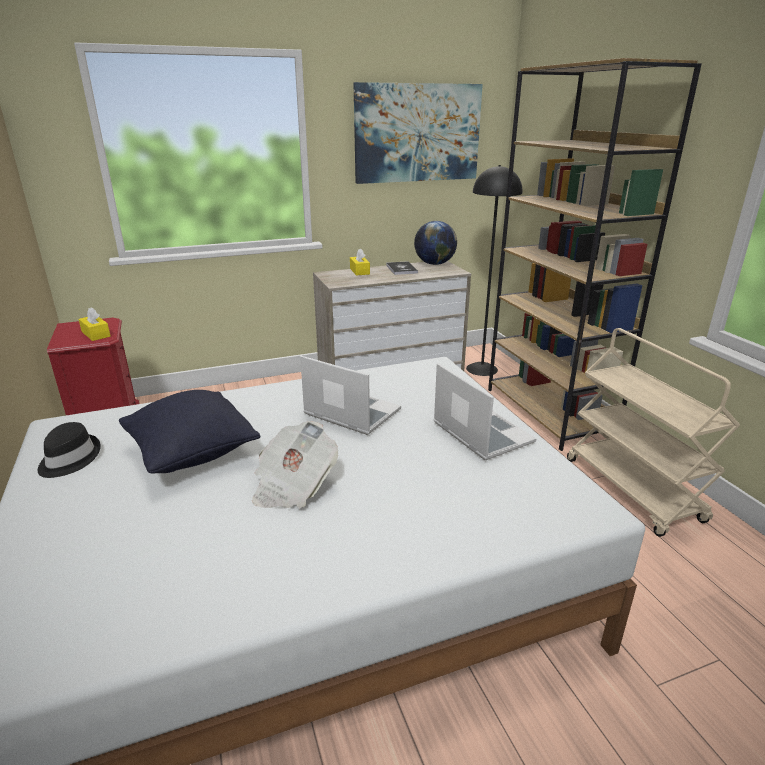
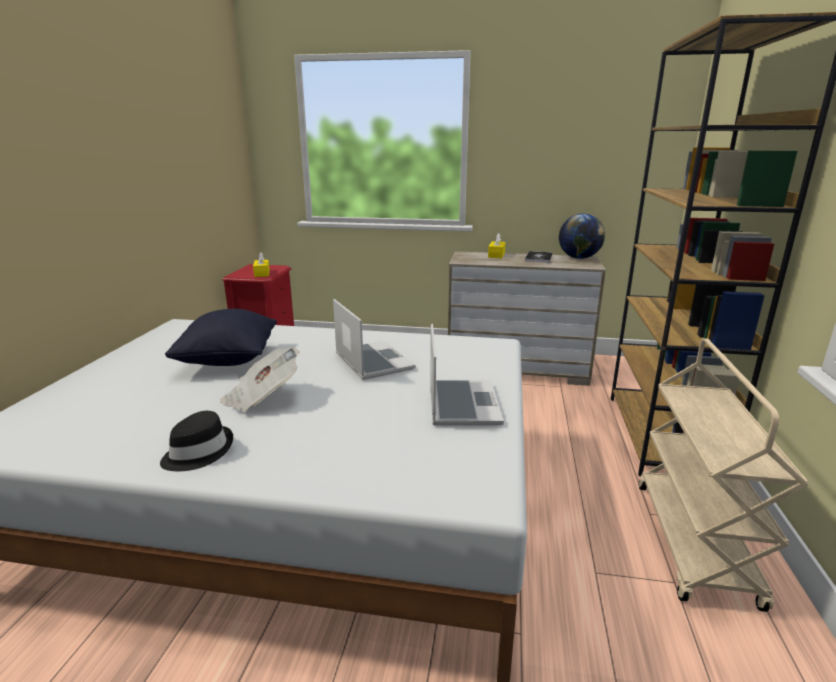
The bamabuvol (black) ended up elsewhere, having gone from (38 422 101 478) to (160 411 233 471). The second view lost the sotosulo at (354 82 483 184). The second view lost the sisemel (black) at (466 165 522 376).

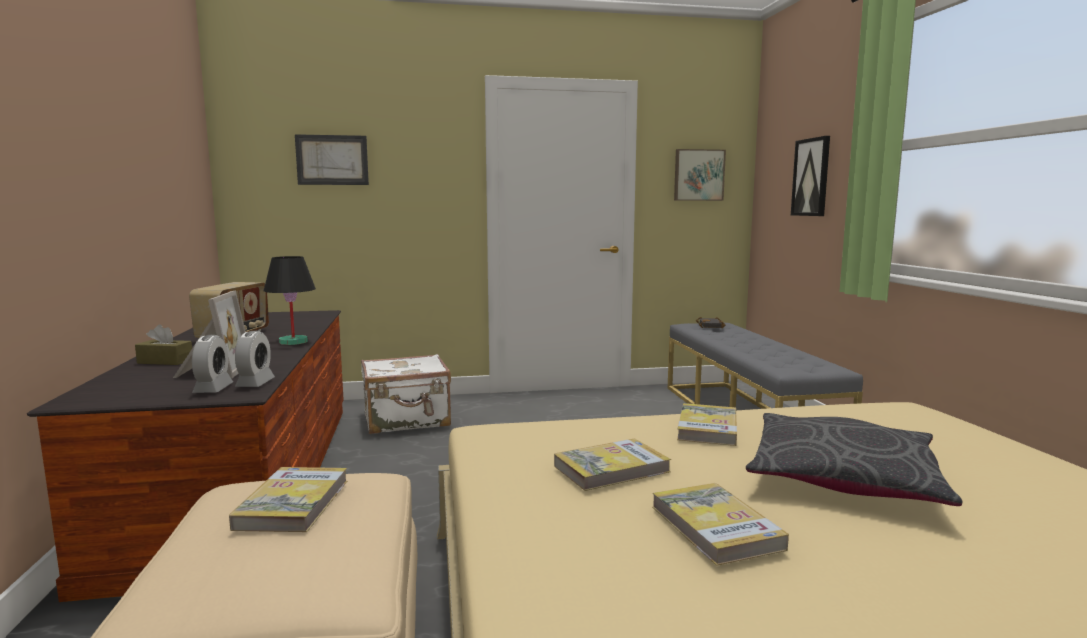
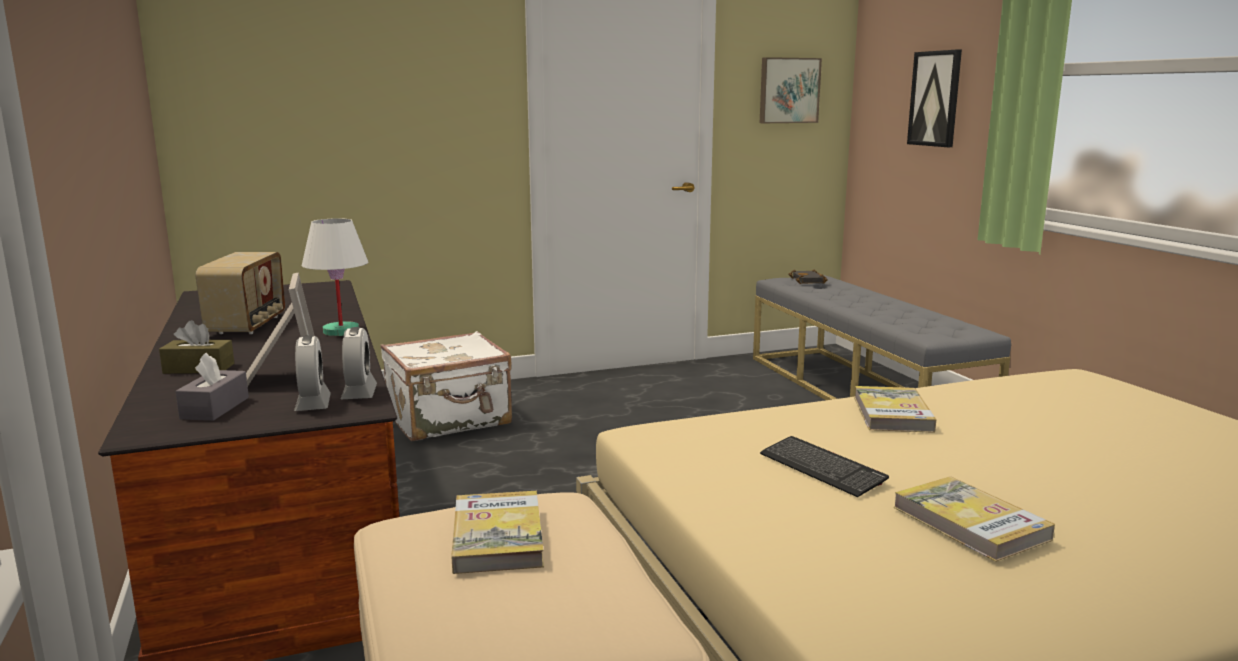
What was the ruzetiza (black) at (264 256 316 345) turned into the ruzetiza (white) at (302 218 368 336). The second view lost the sotosulo at (295 134 369 185). Where the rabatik stood at (554 439 671 491), the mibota came to stand at (760 436 889 497). The second view lost the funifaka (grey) at (746 413 962 506). The second view gained the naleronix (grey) at (175 353 249 421).

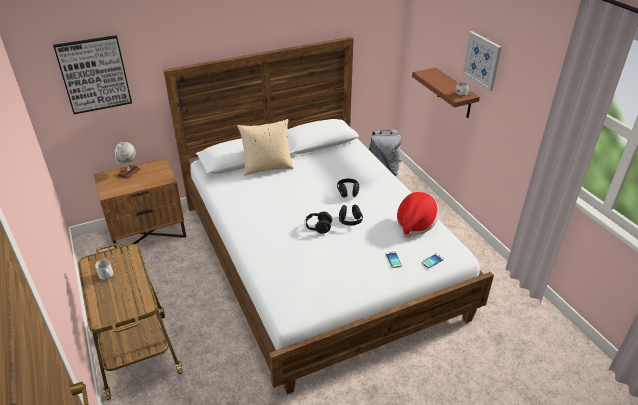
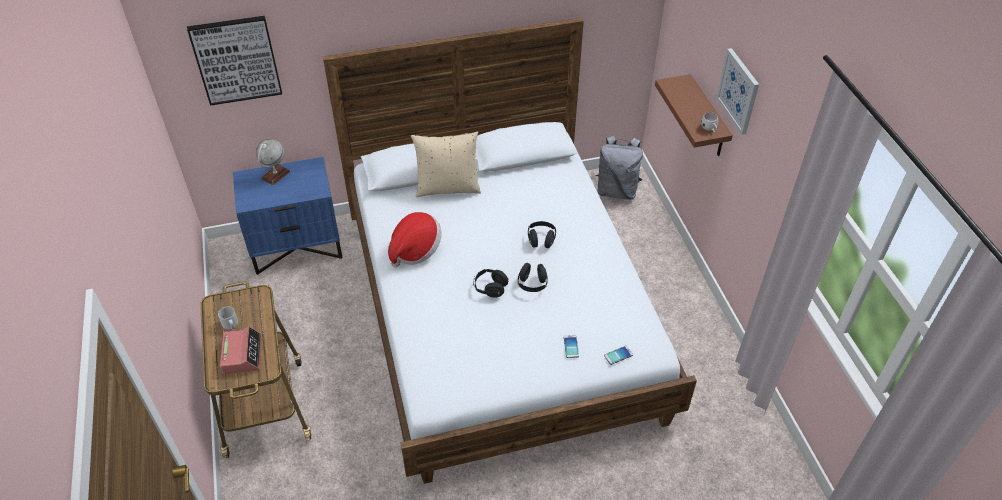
What was the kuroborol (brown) at (93 157 186 248) turned into the kuroborol (blue) at (233 157 343 275). The bamabuvol ended up elsewhere, having gone from (397 192 439 238) to (388 212 442 267). The second view gained the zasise at (220 327 262 374).

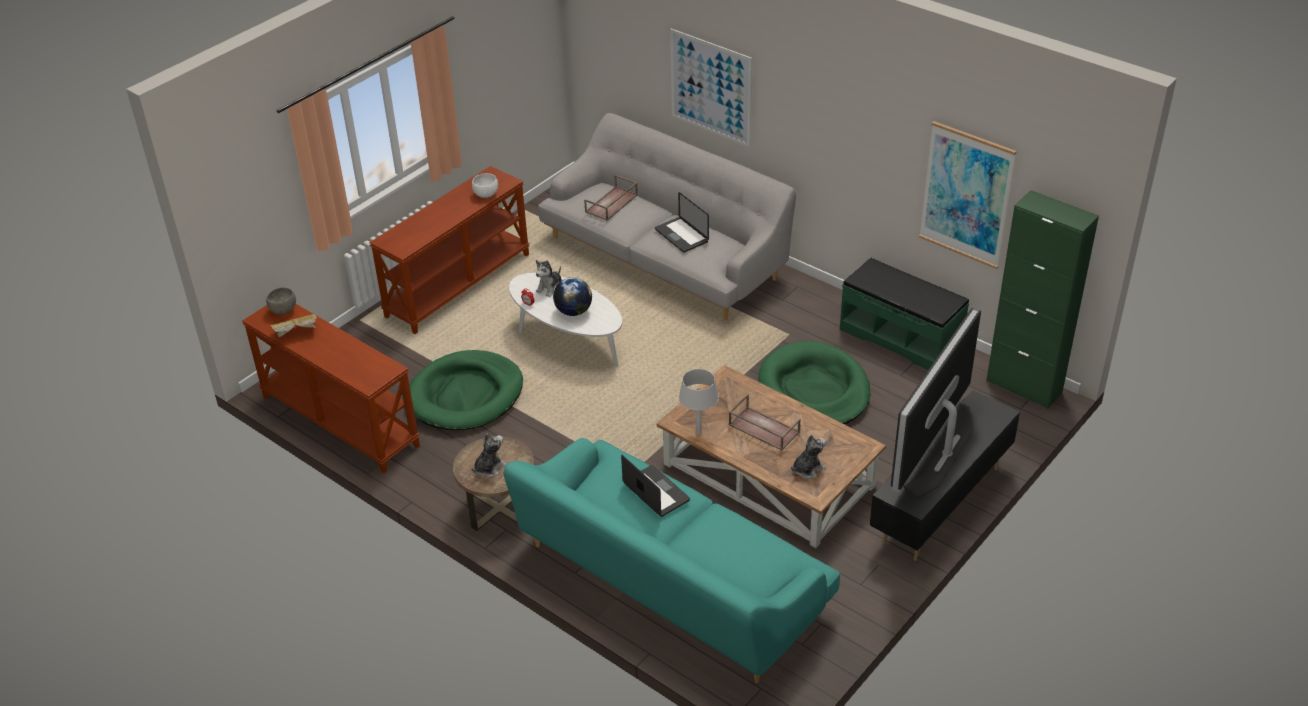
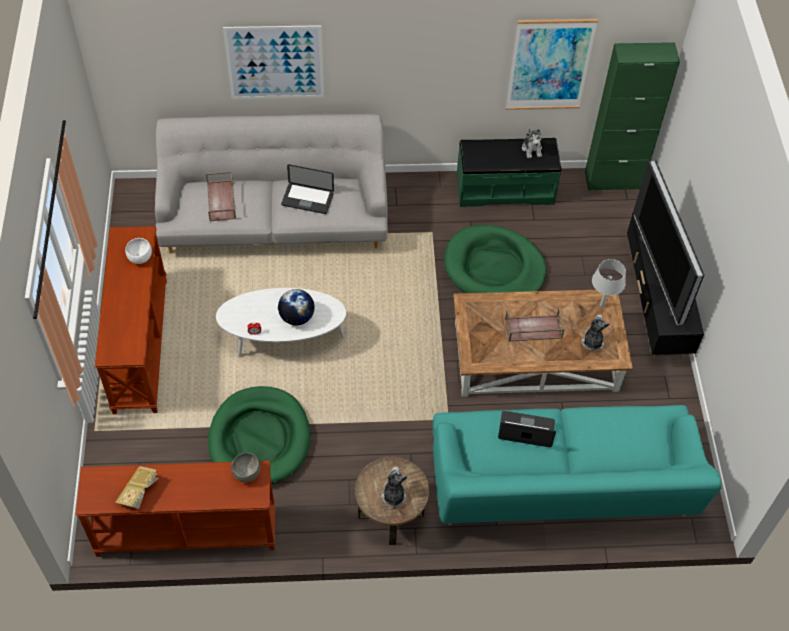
The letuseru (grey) ended up elsewhere, having gone from (266 287 296 315) to (231 453 261 483). The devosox ended up elsewhere, having gone from (536 260 562 297) to (522 128 542 158). The ruzetiza (grey) ended up elsewhere, having gone from (679 369 719 435) to (592 259 626 307).

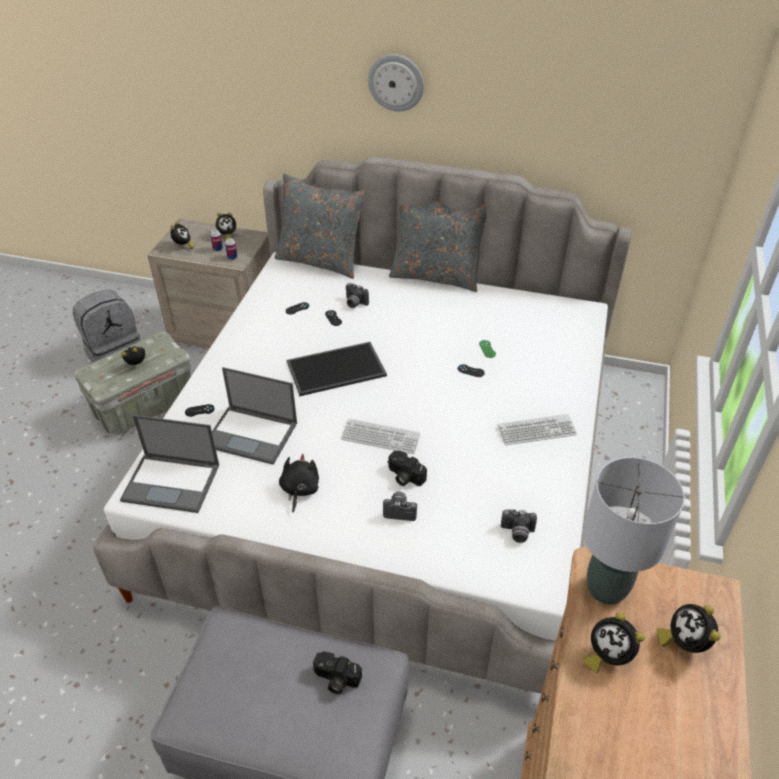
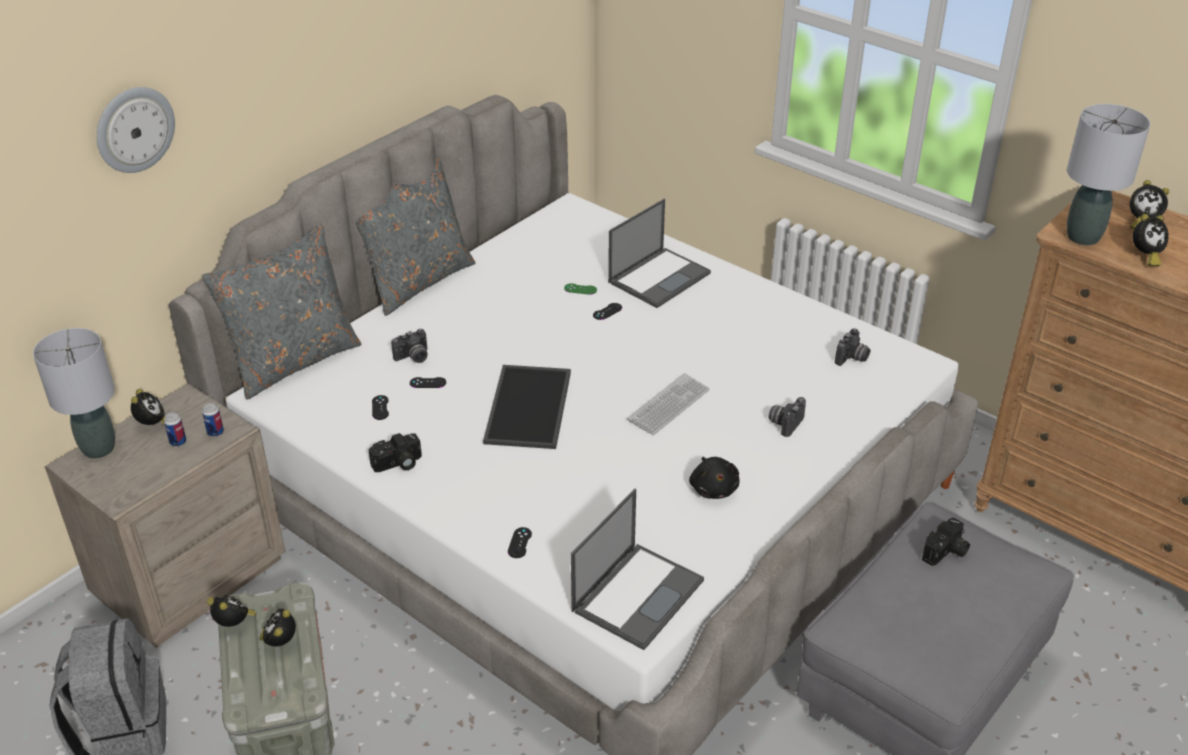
The zasise ended up elsewhere, having gone from (171 222 195 249) to (207 595 256 627). The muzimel ended up elsewhere, having gone from (212 367 297 465) to (608 199 711 308). The devosox (black) at (279 454 319 513) ended up facing another way, 135 degrees counterclockwise from before. The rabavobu ended up elsewhere, having gone from (368 54 424 112) to (96 87 175 173). The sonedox ended up elsewhere, having gone from (388 451 427 486) to (369 433 422 472). The second view lost the mibota at (497 414 577 445). The second view gained the ruzetiza (grey) at (33 328 115 459).

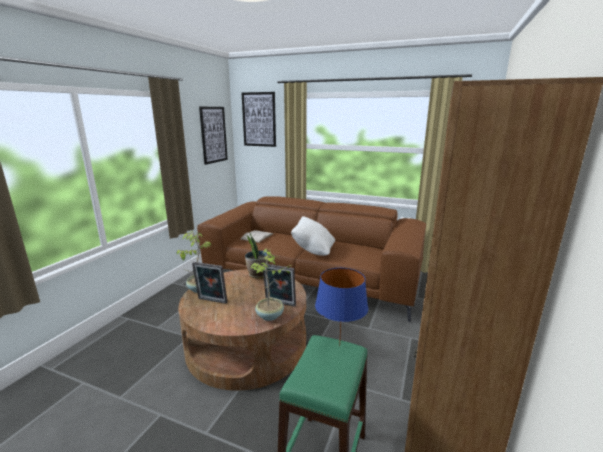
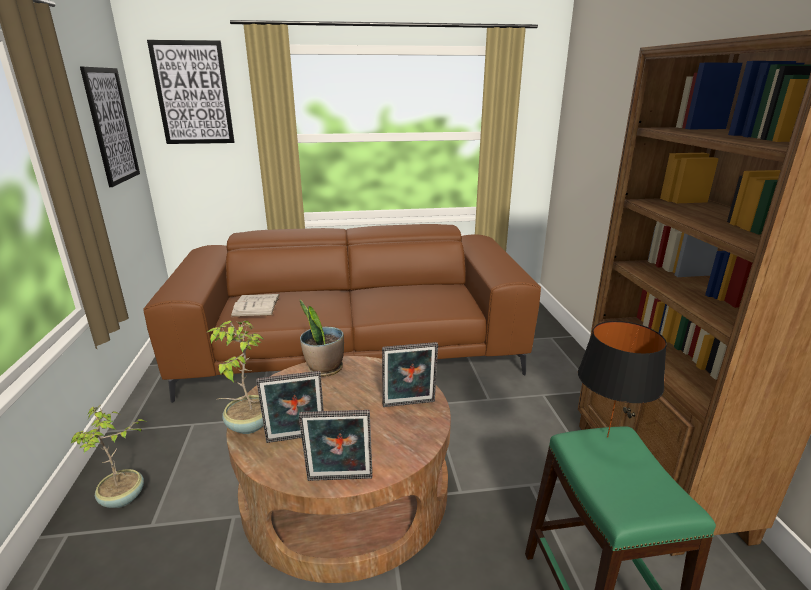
The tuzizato ended up elsewhere, having gone from (250 248 294 321) to (70 405 146 508). The second view lost the funifaka (white) at (291 216 335 256). What was the ruzetiza (blue) at (315 268 368 346) turned into the ruzetiza (black) at (578 321 667 437). The second view gained the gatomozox at (299 410 372 481).

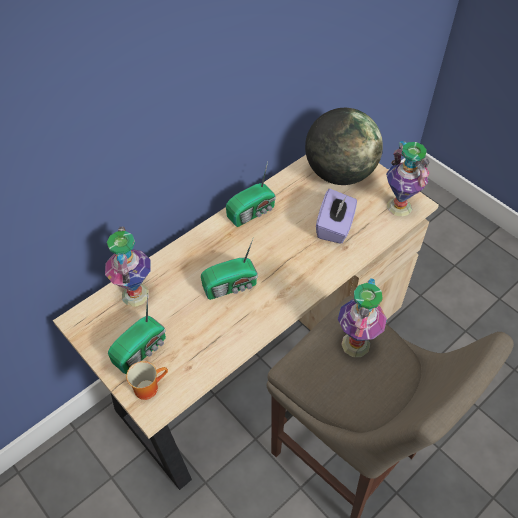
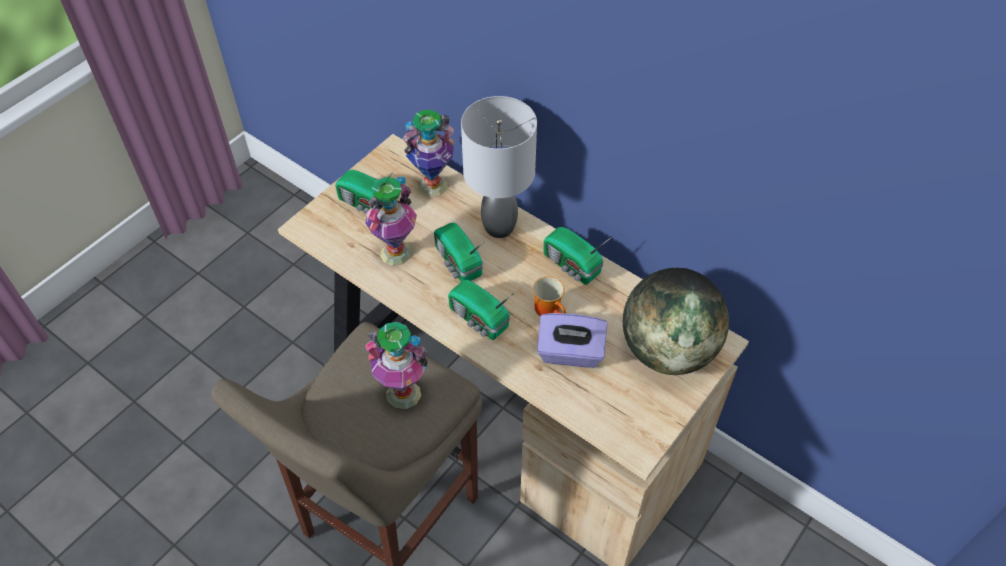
The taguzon ended up elsewhere, having gone from (126 361 168 400) to (533 276 566 316). The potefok ended up elsewhere, having gone from (386 141 429 217) to (365 176 417 266). The second view gained the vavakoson at (448 280 514 340). The second view gained the ruzetiza (grey) at (461 96 537 238).

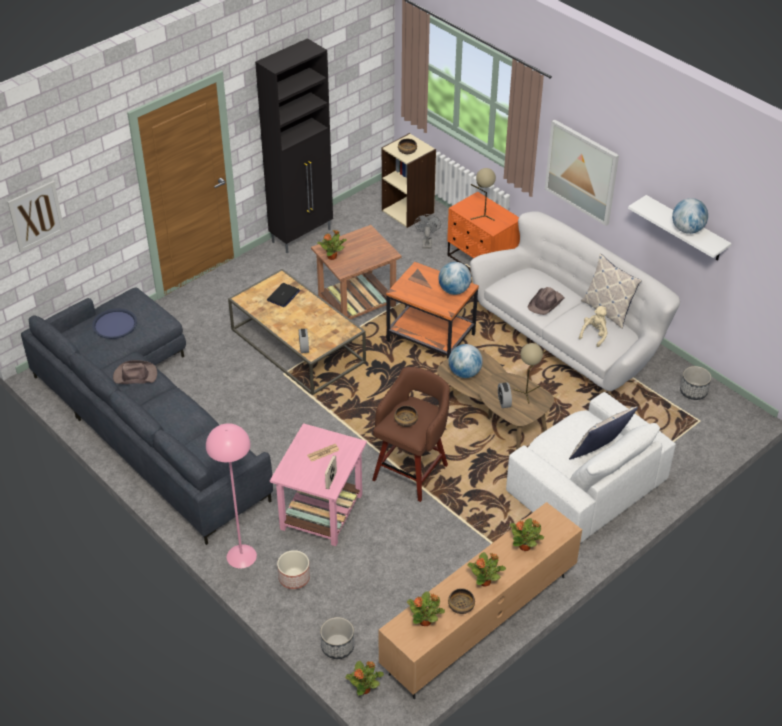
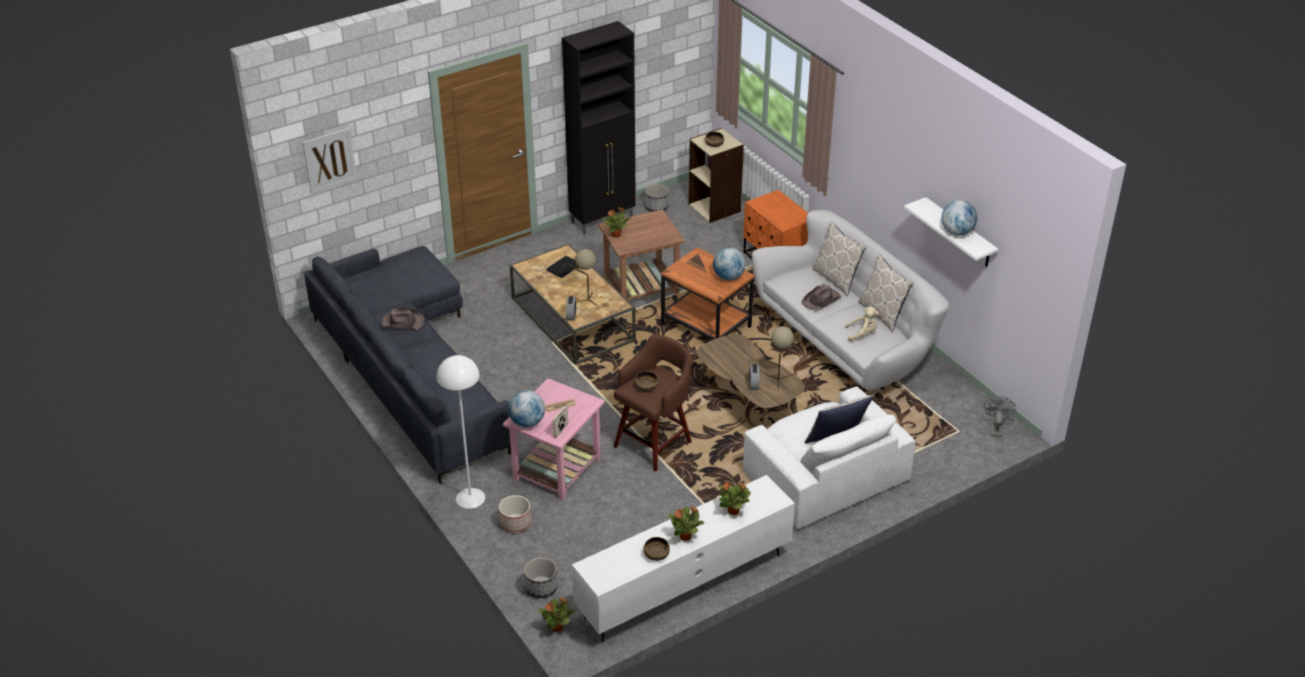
The second view lost the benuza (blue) at (92 308 137 339). What was the sisemel (pink) at (206 423 257 568) turned into the sisemel (white) at (437 355 485 509). What was the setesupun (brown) at (379 502 582 699) turned into the setesupun (white) at (572 475 795 642). The second view lost the tuzizato at (407 591 445 626). The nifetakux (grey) ended up elsewhere, having gone from (414 214 441 249) to (984 396 1016 437). The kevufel ended up elsewhere, having gone from (449 344 483 378) to (508 390 545 428). The ruzetiza (beige) ended up elsewhere, having gone from (470 168 496 221) to (569 249 597 306). The second view lost the sotosulo at (545 119 619 226). The devosox (beige) at (579 306 608 347) ended up facing another way, 45 degrees clockwise from before. The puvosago ended up elsewhere, having gone from (680 366 711 400) to (645 184 669 212). The second view gained the funifaka at (812 221 866 296).

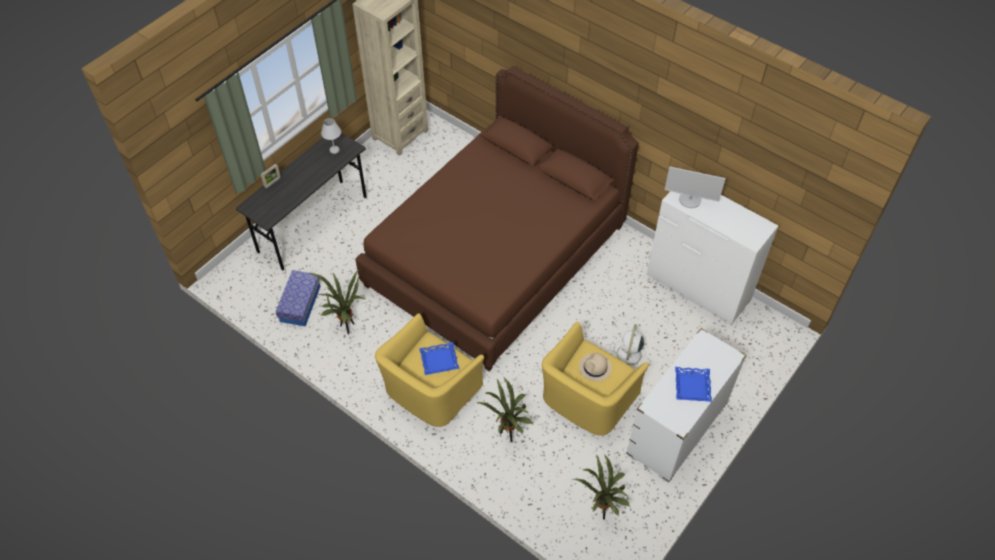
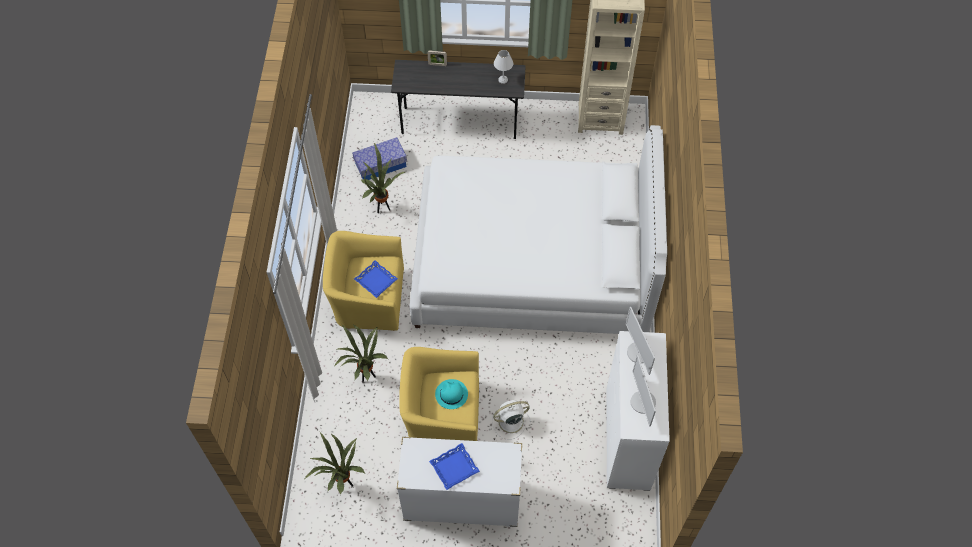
What was the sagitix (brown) at (356 66 639 371) turned into the sagitix (white) at (409 125 667 334). What was the bamabuvol (beige) at (579 353 612 382) turned into the bamabuvol (turquoise) at (435 379 468 409). The second view gained the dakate at (631 355 656 427).

